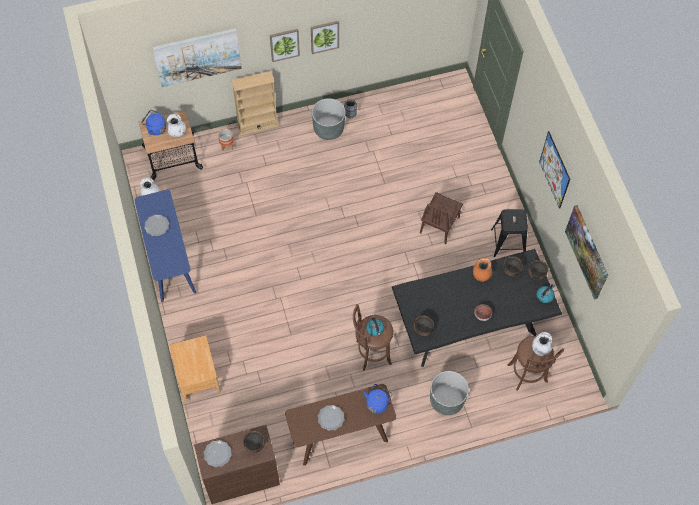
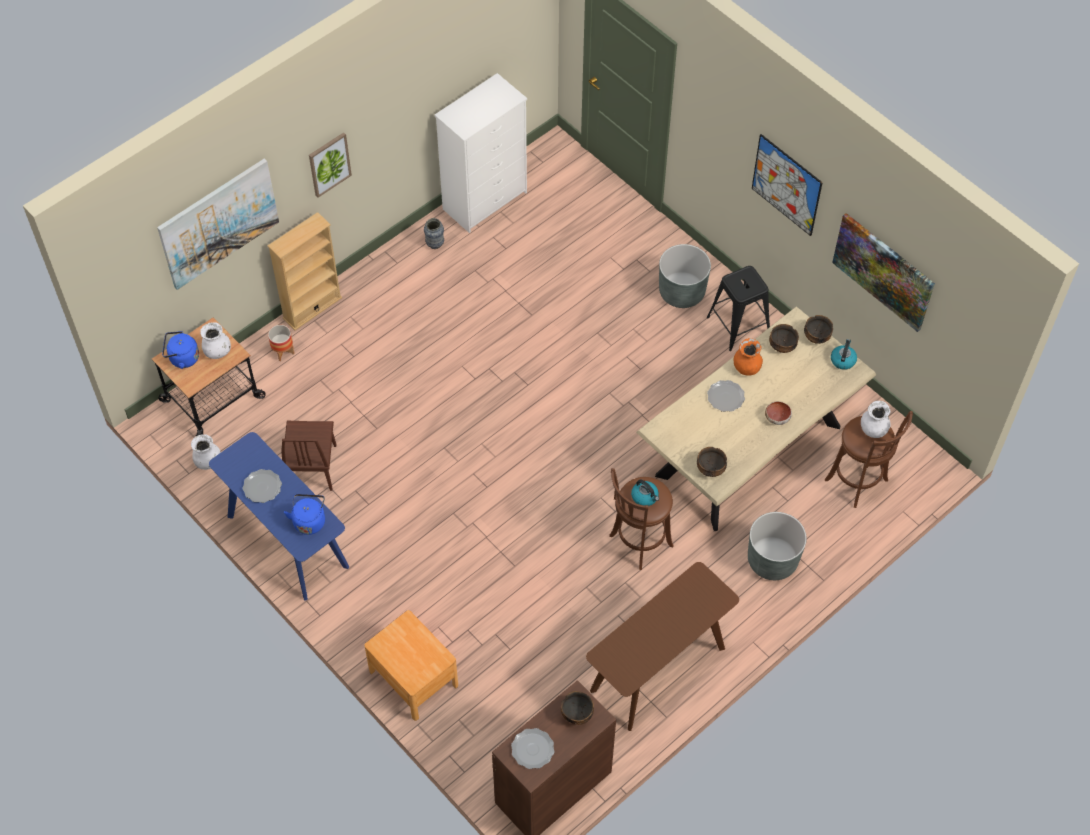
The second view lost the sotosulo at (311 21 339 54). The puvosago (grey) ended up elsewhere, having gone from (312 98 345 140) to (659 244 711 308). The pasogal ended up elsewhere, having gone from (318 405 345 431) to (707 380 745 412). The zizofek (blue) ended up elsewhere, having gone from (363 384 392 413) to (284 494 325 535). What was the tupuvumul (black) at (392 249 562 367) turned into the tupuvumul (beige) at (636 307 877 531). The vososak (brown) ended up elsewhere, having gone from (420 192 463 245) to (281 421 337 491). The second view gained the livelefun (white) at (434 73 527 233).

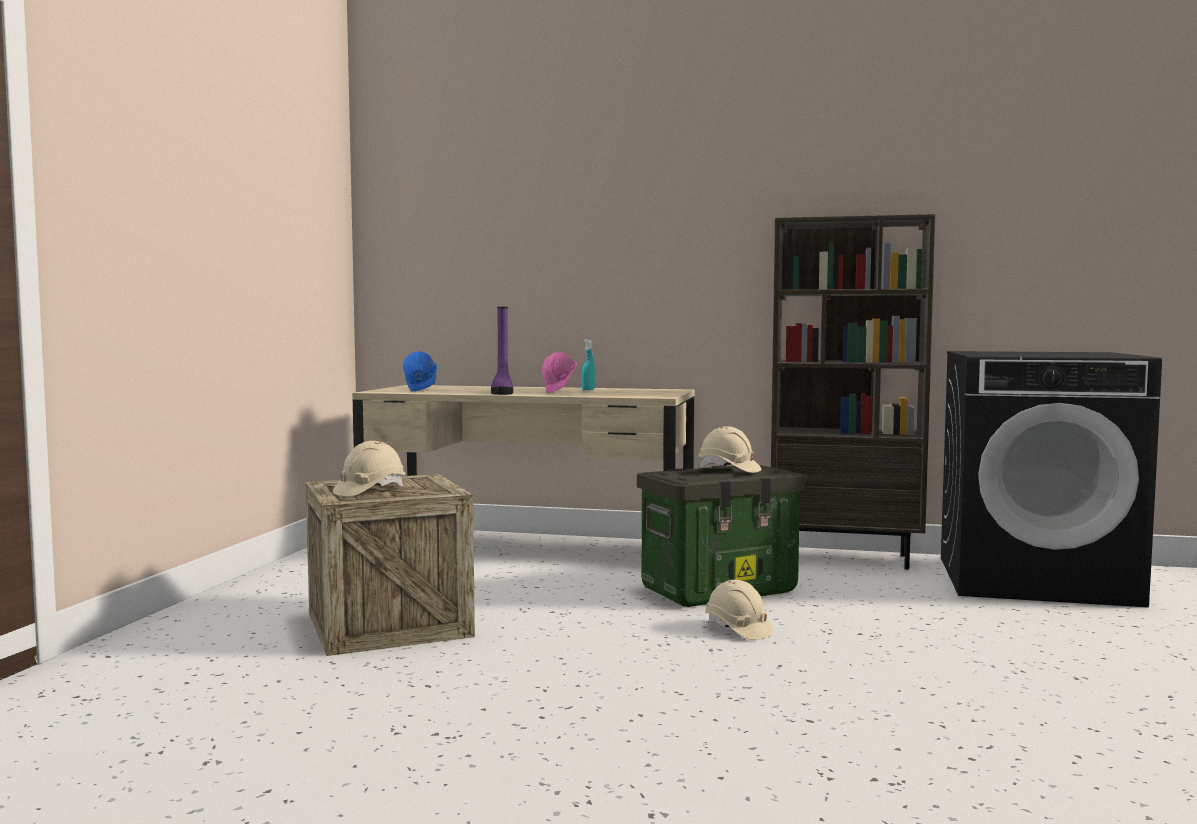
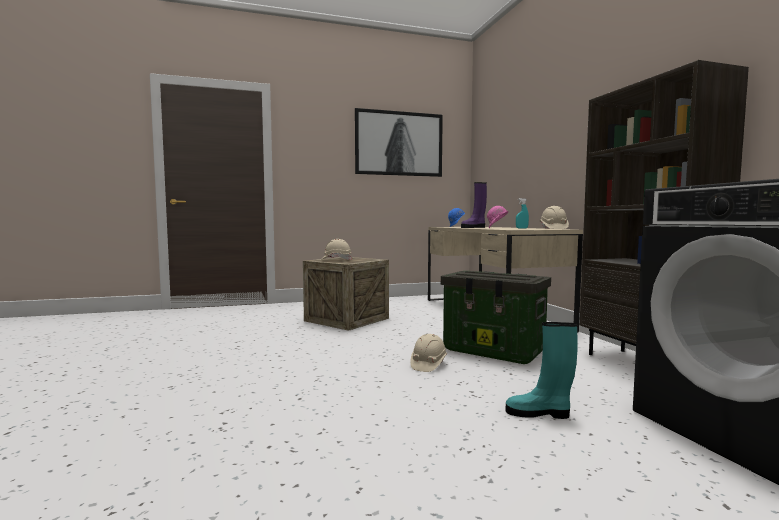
The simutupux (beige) ended up elsewhere, having gone from (698 426 761 473) to (540 206 569 229). The second view gained the sotosulo at (355 108 443 177). The second view gained the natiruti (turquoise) at (505 322 578 419).

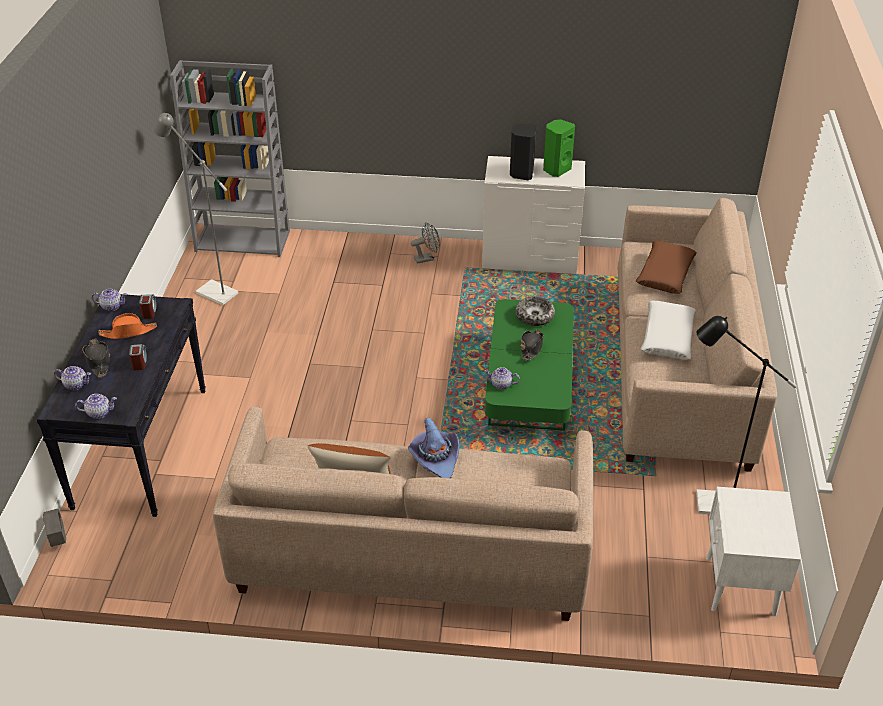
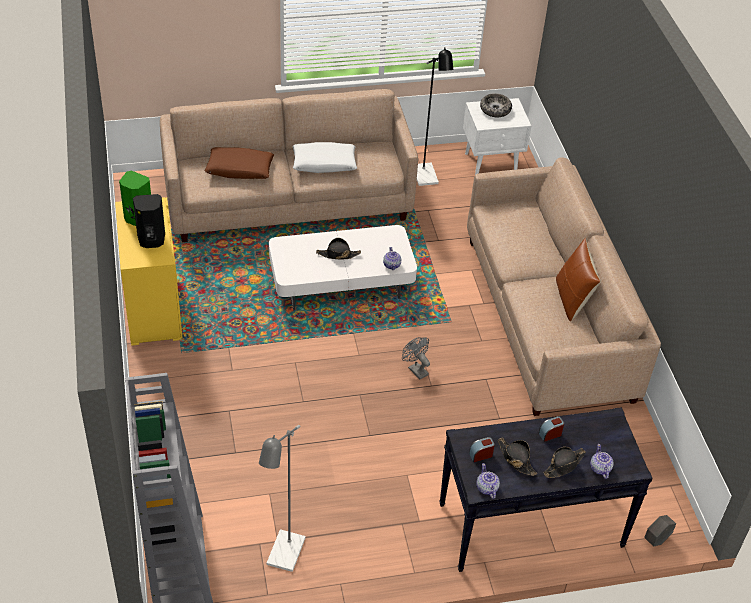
The second view lost the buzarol at (75 394 117 419). What was the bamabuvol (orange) at (98 313 157 339) turned into the bamabuvol (black) at (498 437 537 476). The second view lost the bamabuvol (purple) at (408 417 460 478). The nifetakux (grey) ended up elsewhere, having gone from (411 222 440 264) to (402 337 430 379). What was the livelefun (white) at (482 156 585 275) turned into the livelefun (yellow) at (115 197 182 346). What was the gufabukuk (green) at (485 299 574 431) turned into the gufabukuk (white) at (269 225 417 310). The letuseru ended up elsewhere, having gone from (515 296 555 326) to (480 93 512 117).

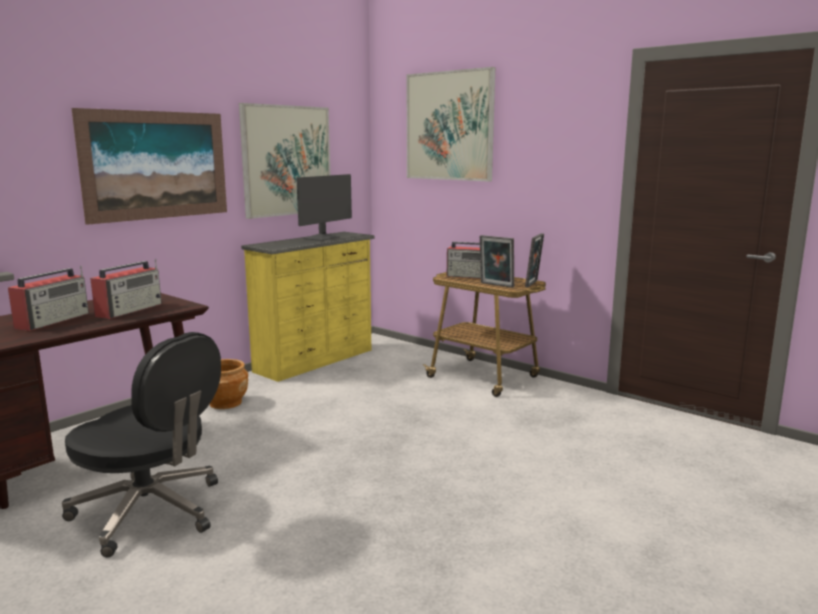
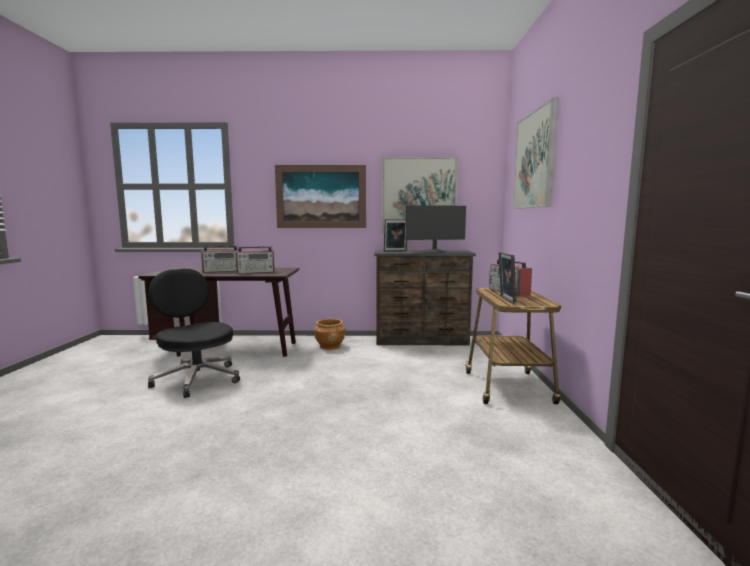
The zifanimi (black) at (62 332 221 557) ended up facing another way, 150 degrees clockwise from before. What was the livelefun (yellow) at (241 232 374 382) turned into the livelefun (brown) at (374 251 476 346). The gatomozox ended up elsewhere, having gone from (525 233 544 287) to (384 219 407 251).

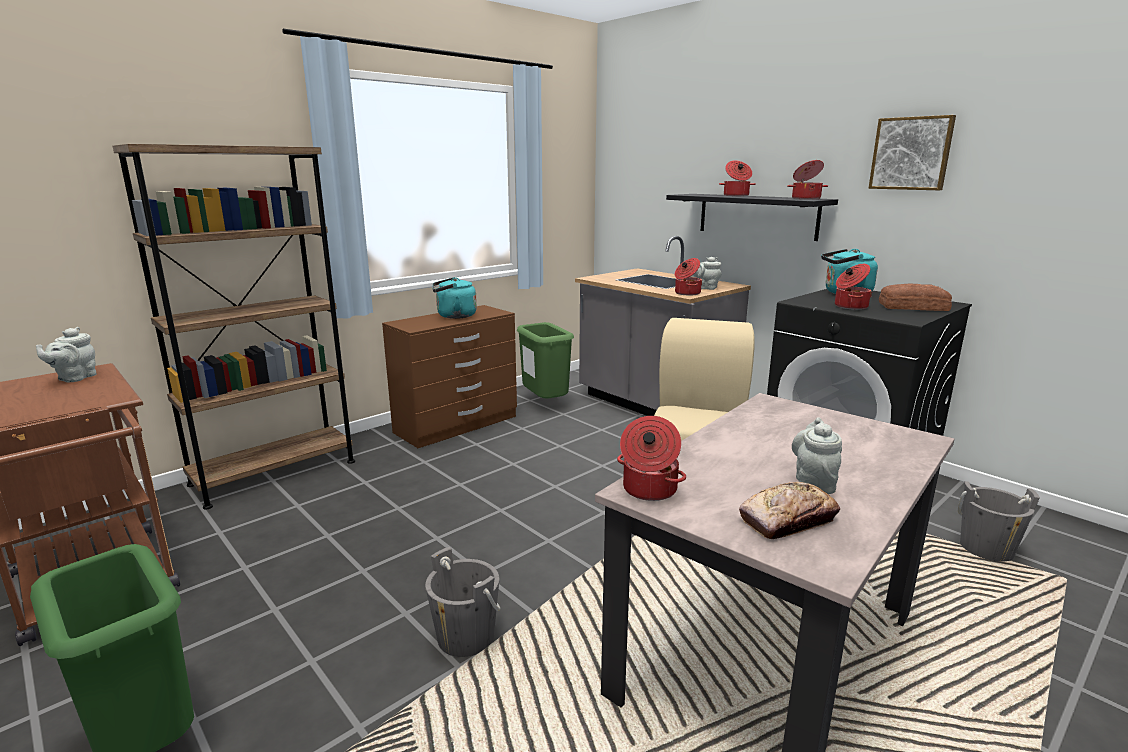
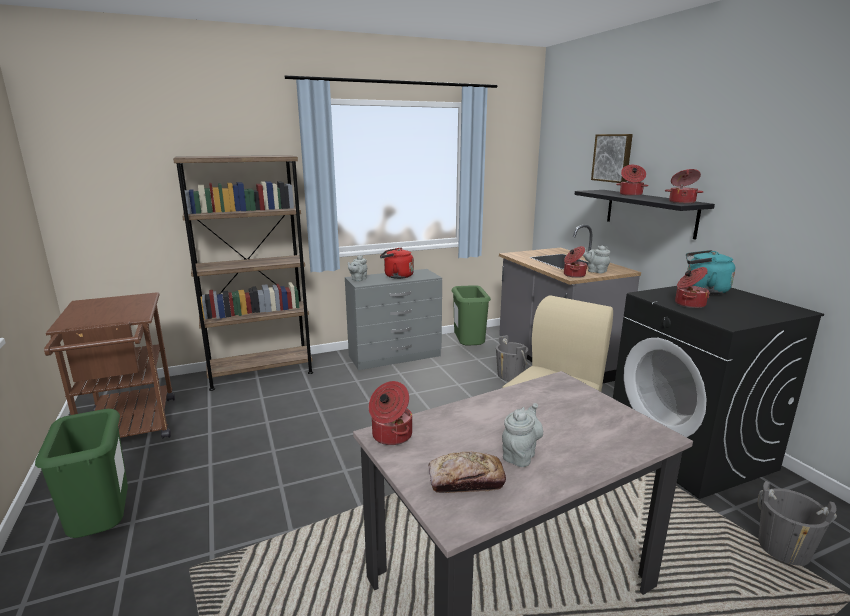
The buzarol (grey) ended up elsewhere, having gone from (36 327 97 383) to (348 255 367 282). What was the livelefun (brown) at (382 305 517 448) turned into the livelefun (grey) at (345 269 442 370). The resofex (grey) ended up elsewhere, having gone from (425 547 500 657) to (496 335 528 381). What was the zizofek (turquoise) at (433 277 477 319) turned into the zizofek (red) at (380 247 414 279). The sotosulo ended up elsewhere, having gone from (868 115 956 190) to (591 134 633 183). The second view lost the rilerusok at (879 284 952 311).

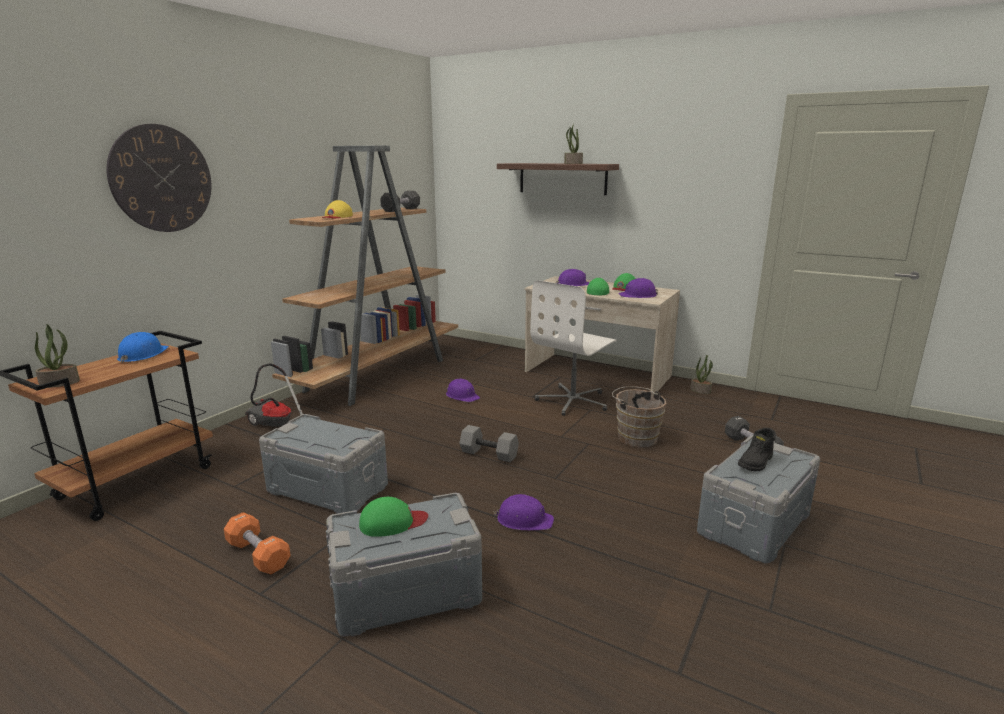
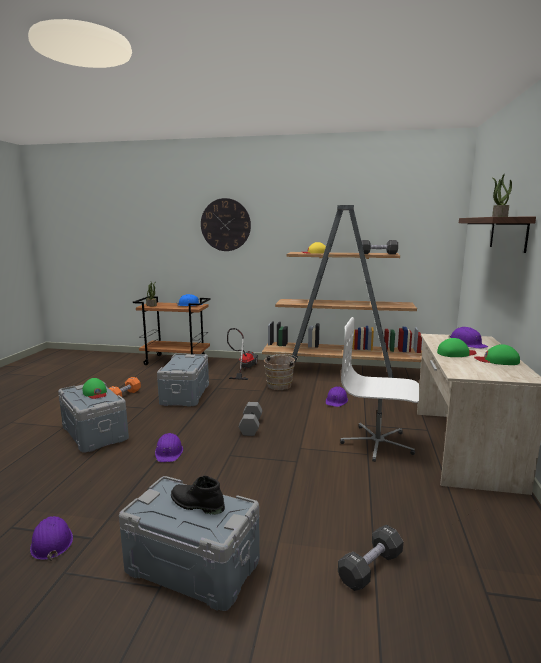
The resofex (brown) ended up elsewhere, having gone from (612 386 666 448) to (264 354 298 390). The simutupux (purple) ended up elsewhere, having gone from (618 278 658 298) to (30 516 73 561). The second view lost the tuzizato at (690 355 713 394).

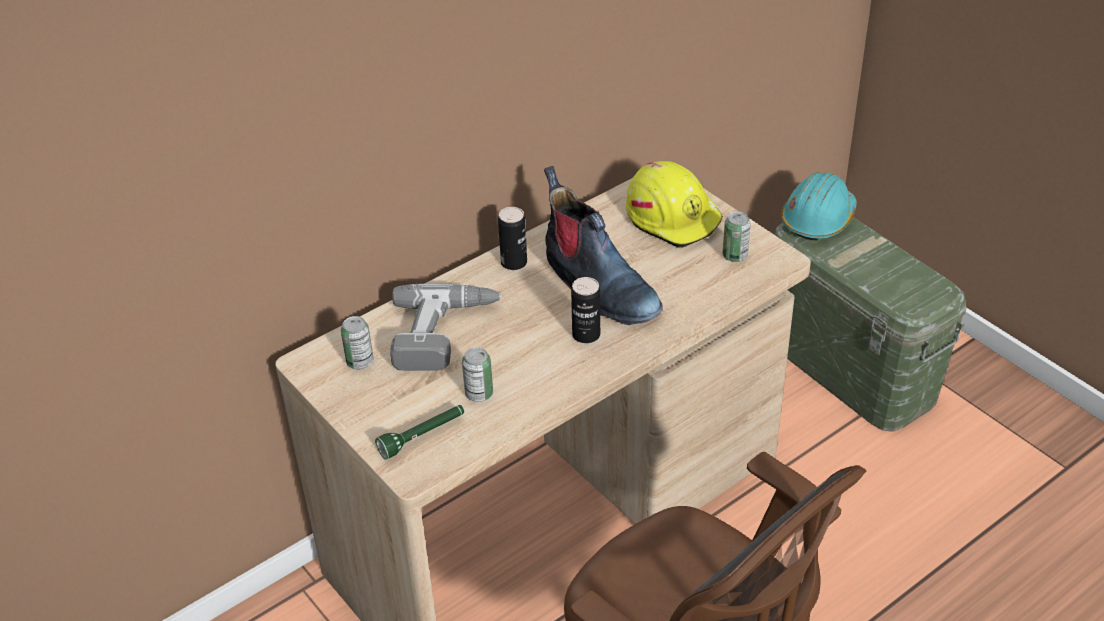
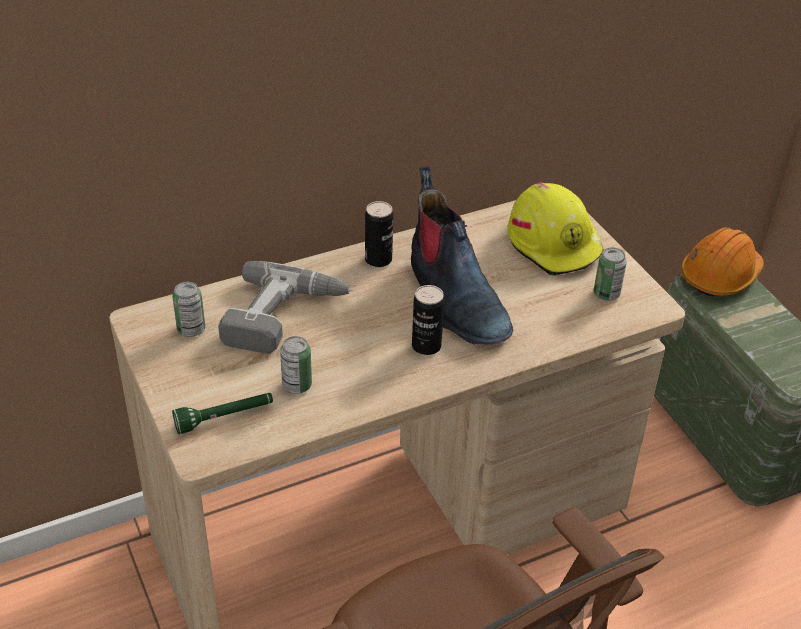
What was the simutupux (turquoise) at (781 172 857 241) turned into the simutupux (orange) at (681 227 764 297).

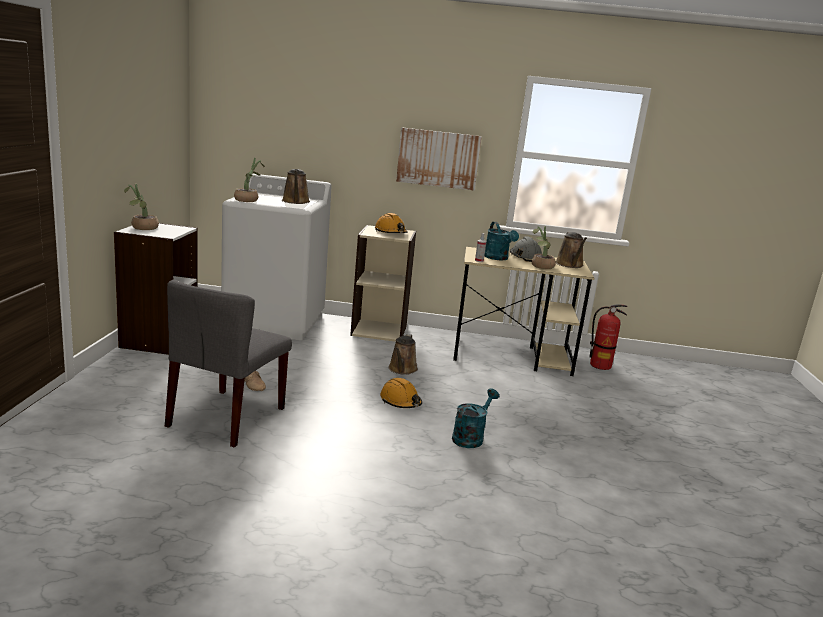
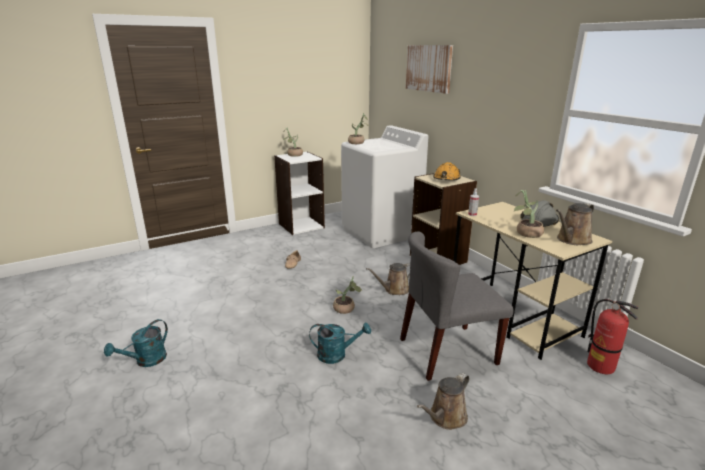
The vososak (grey) ended up elsewhere, having gone from (165 279 292 447) to (400 231 514 381). The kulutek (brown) ended up elsewhere, having gone from (282 169 310 204) to (417 373 469 430). Where the simutupux (orange) stood at (380 378 422 408), the tuzizato came to stand at (333 276 362 314). The sotosulo ended up elsewhere, having gone from (396 128 482 191) to (406 45 453 94). The kulutek (turquoise) ended up elsewhere, having gone from (484 222 519 260) to (104 319 168 367).

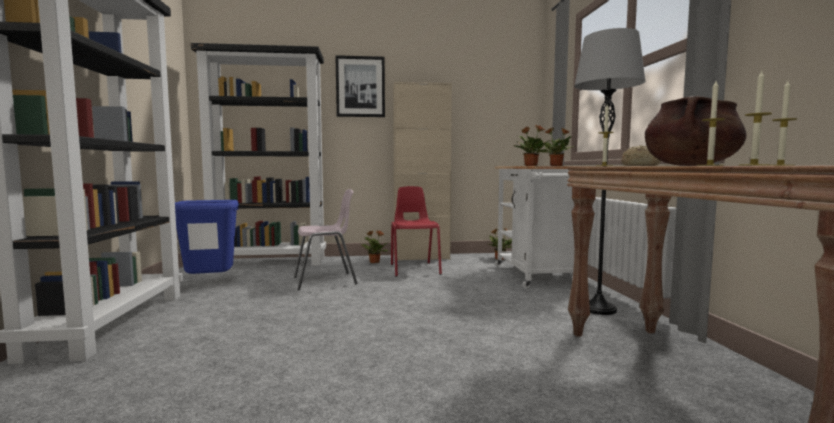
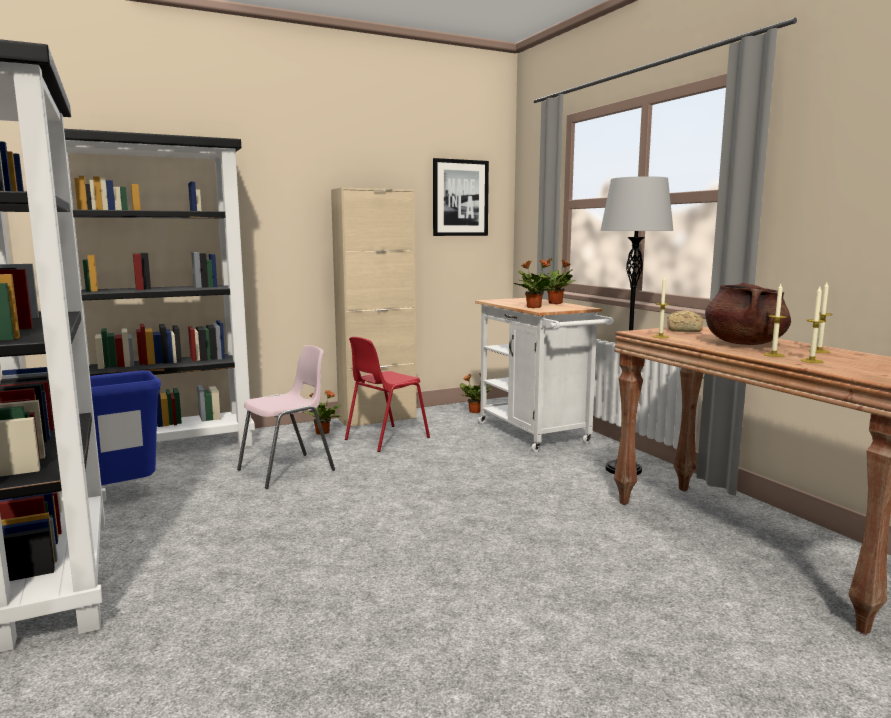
The sotosulo ended up elsewhere, having gone from (335 55 385 117) to (433 158 489 236). The vososak (red) at (391 186 442 277) ended up facing another way, 105 degrees counterclockwise from before.

